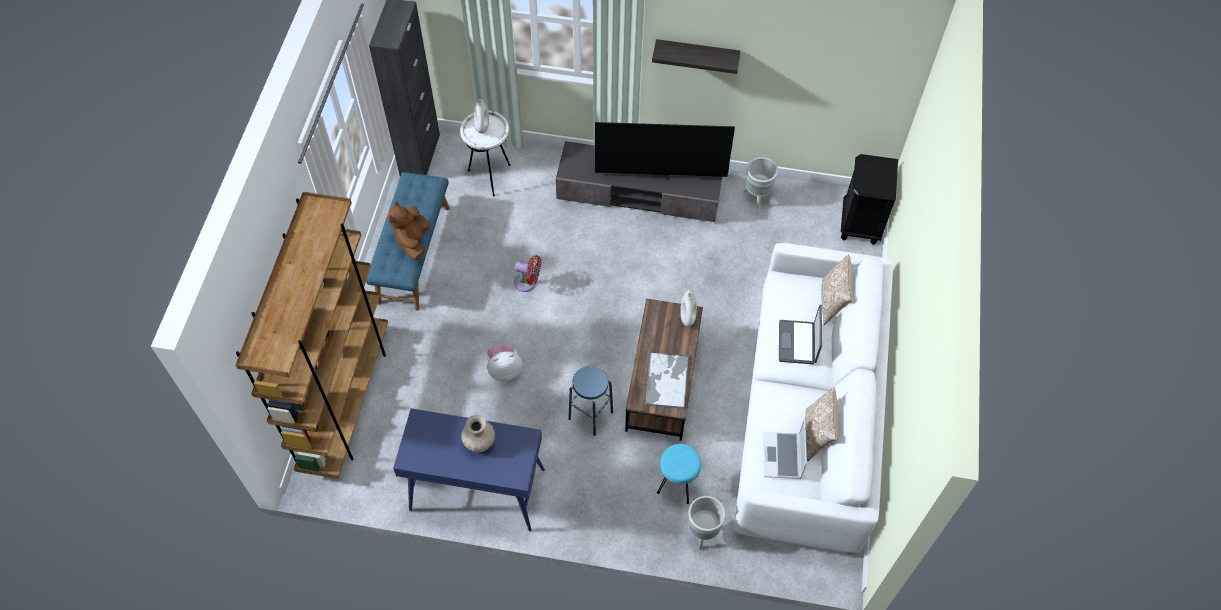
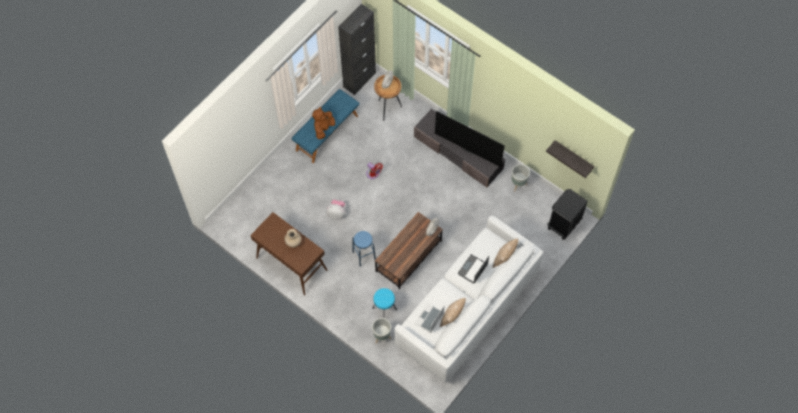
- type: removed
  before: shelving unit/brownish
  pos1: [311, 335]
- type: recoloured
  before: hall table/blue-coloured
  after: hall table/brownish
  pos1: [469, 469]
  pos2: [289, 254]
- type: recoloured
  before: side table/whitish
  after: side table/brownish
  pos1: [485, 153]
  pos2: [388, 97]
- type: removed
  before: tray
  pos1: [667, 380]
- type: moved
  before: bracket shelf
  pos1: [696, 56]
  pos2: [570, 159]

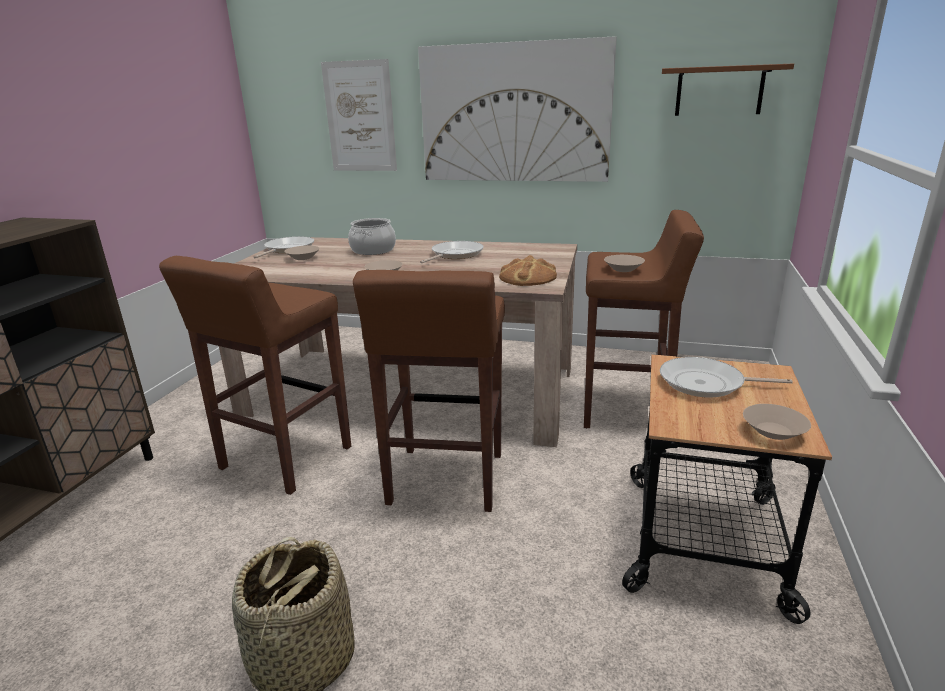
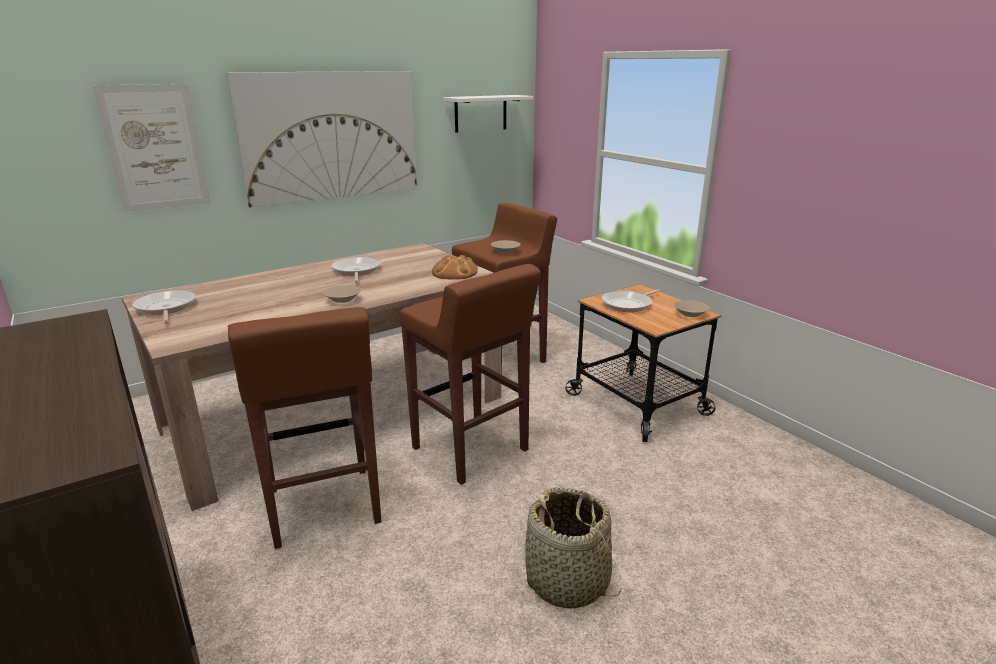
- type: removed
  before: deep dish/sand-coloured
  pos1: [302, 252]
- type: removed
  before: cooking pot
  pos1: [372, 236]
- type: recoloured
  before: bracket shelf/brownish
  after: bracket shelf/whitish
  pos1: [728, 89]
  pos2: [488, 114]

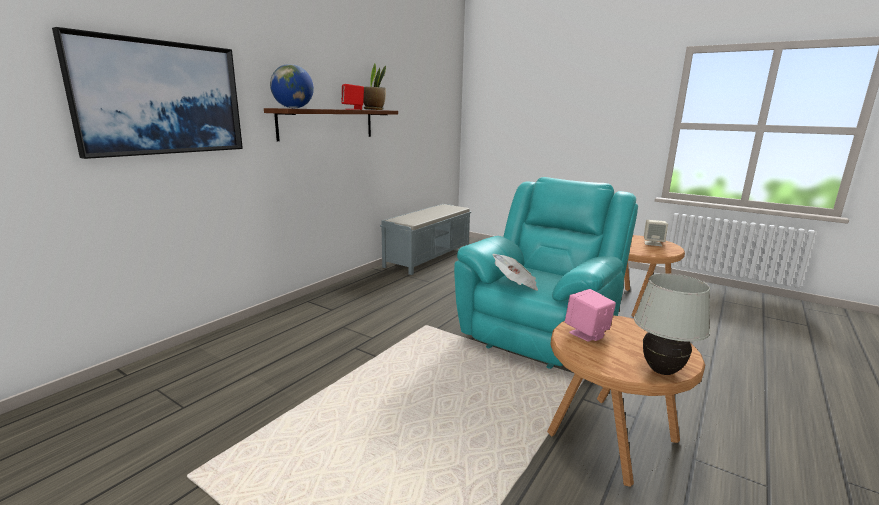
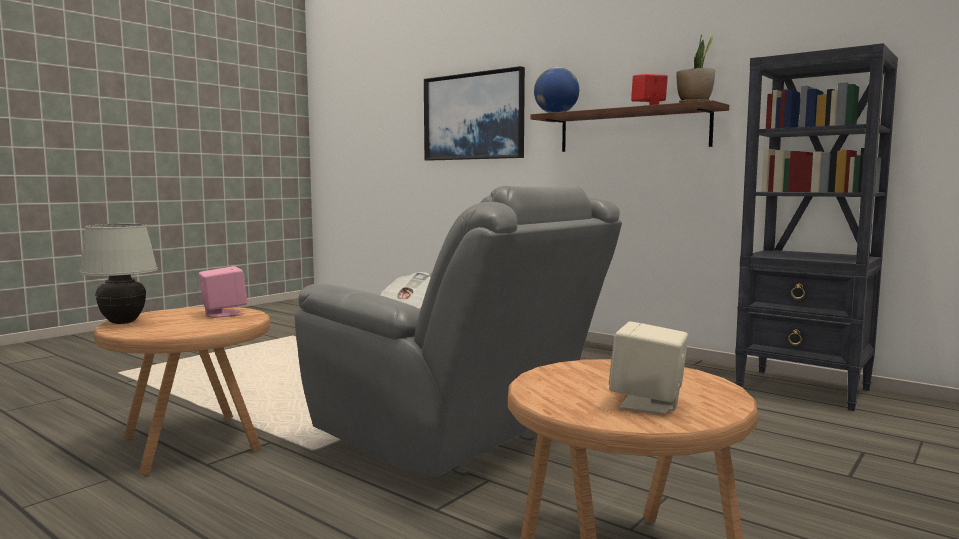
- type: replaced
  before: long seat/greyish
  after: shelving unit/blackish
  pos1: [425, 239]
  pos2: [816, 227]
- type: recoloured
  before: easy chair/blue-green
  after: easy chair/greyish
  pos1: [546, 273]
  pos2: [458, 330]

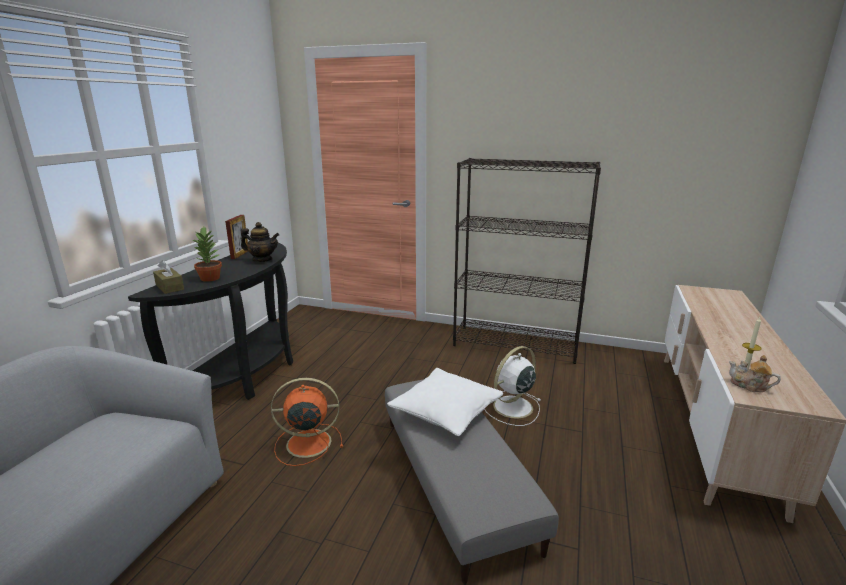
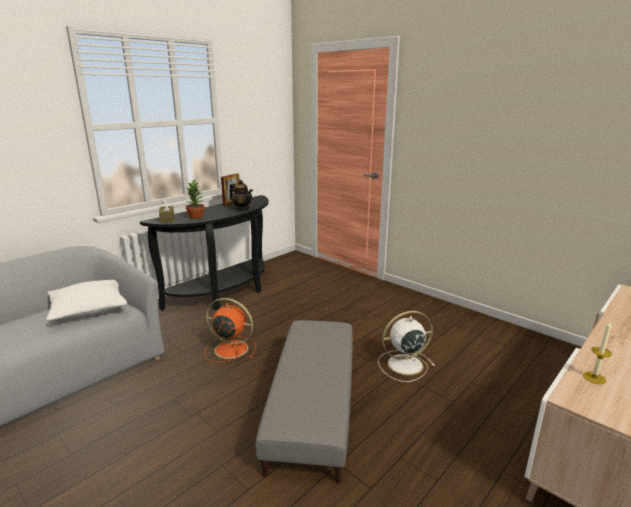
- type: moved
  before: cushion/whitish
  pos1: [445, 402]
  pos2: [86, 300]
- type: removed
  before: shelving unit/blackish
  pos1: [527, 261]
- type: removed
  before: pot for tea
  pos1: [755, 373]

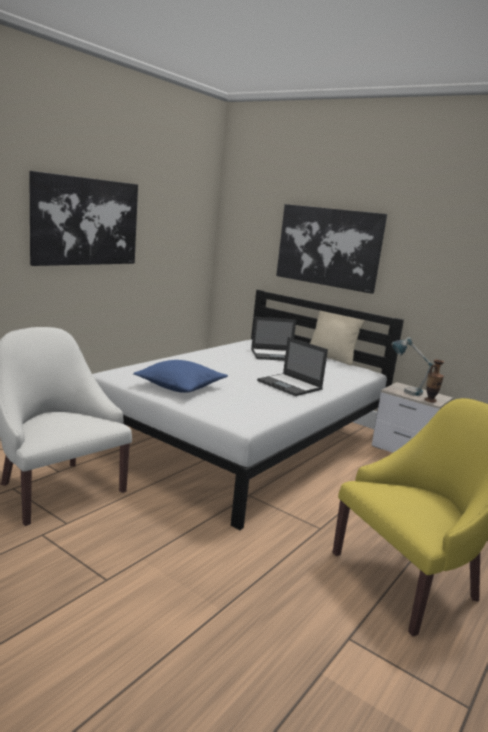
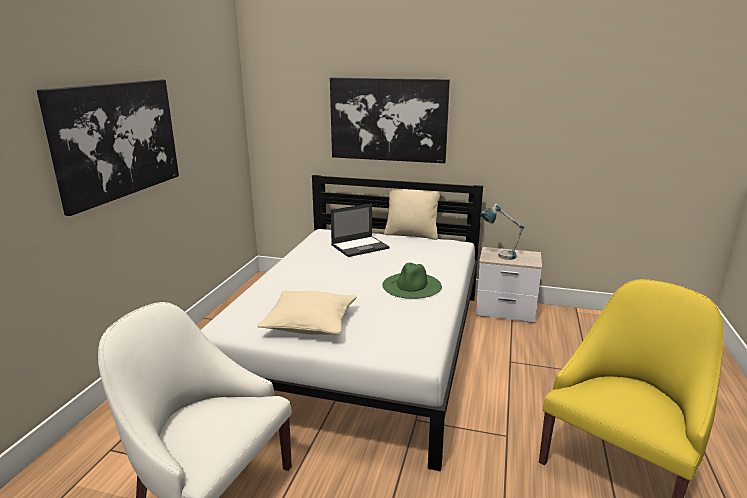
- type: recoloured
  before: cushion/blue-coloured
  after: cushion/sand-coloured
  pos1: [181, 376]
  pos2: [307, 312]
- type: replaced
  before: notebook computer
  after: clothing hat/green
  pos1: [292, 366]
  pos2: [412, 280]
- type: removed
  before: vase
  pos1: [434, 381]

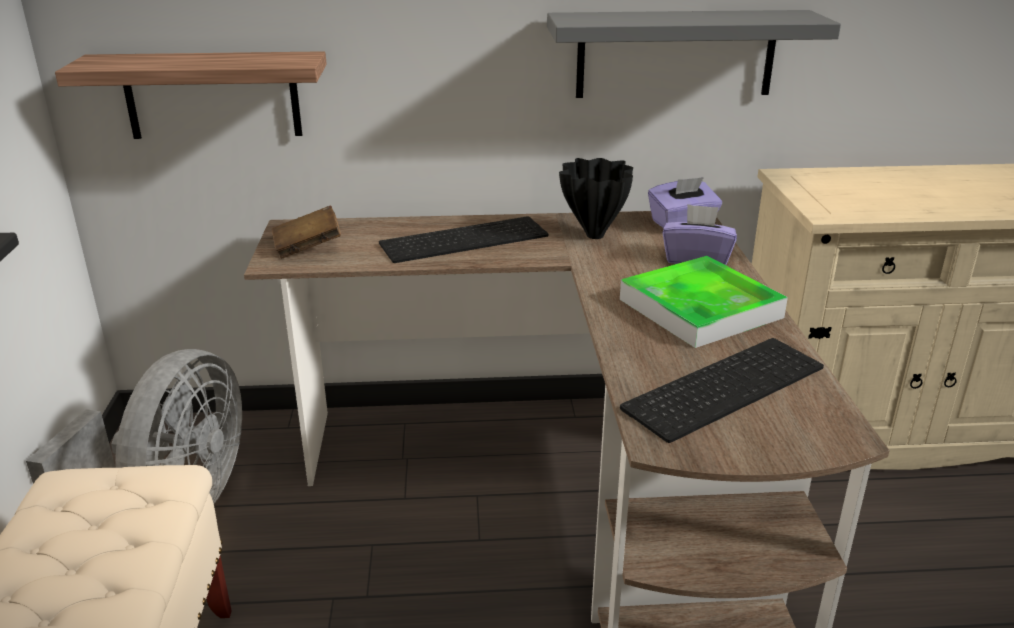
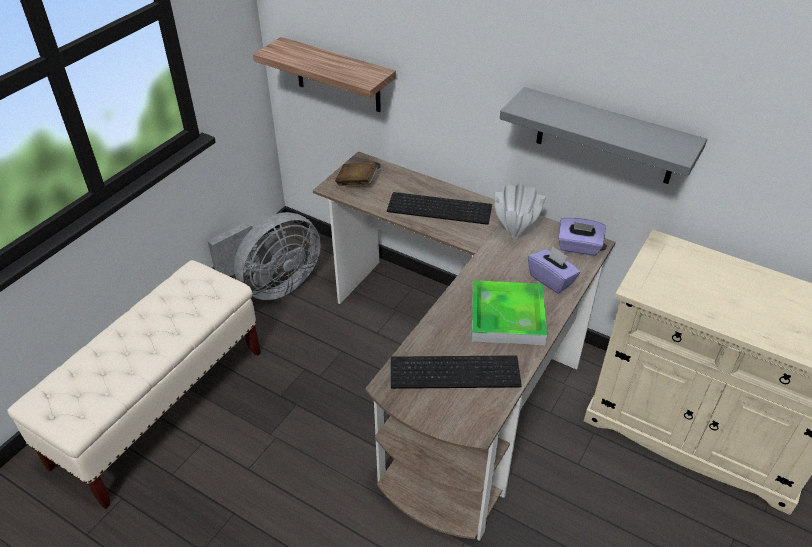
- type: recoloured
  before: vase/blackish
  after: vase/whitish
  pos1: [596, 198]
  pos2: [520, 211]

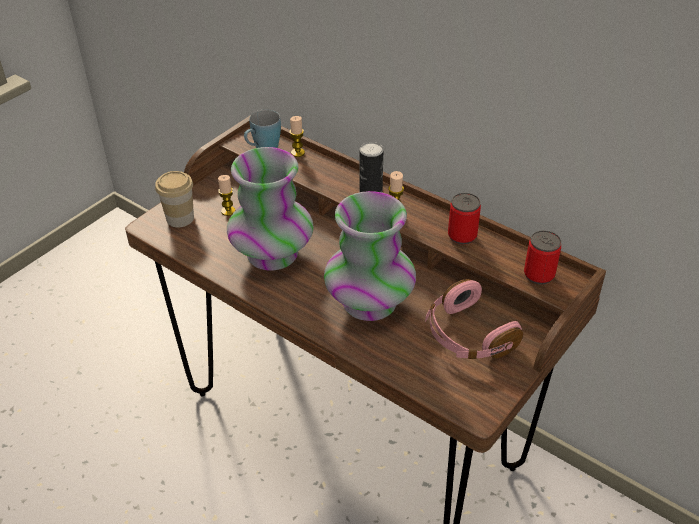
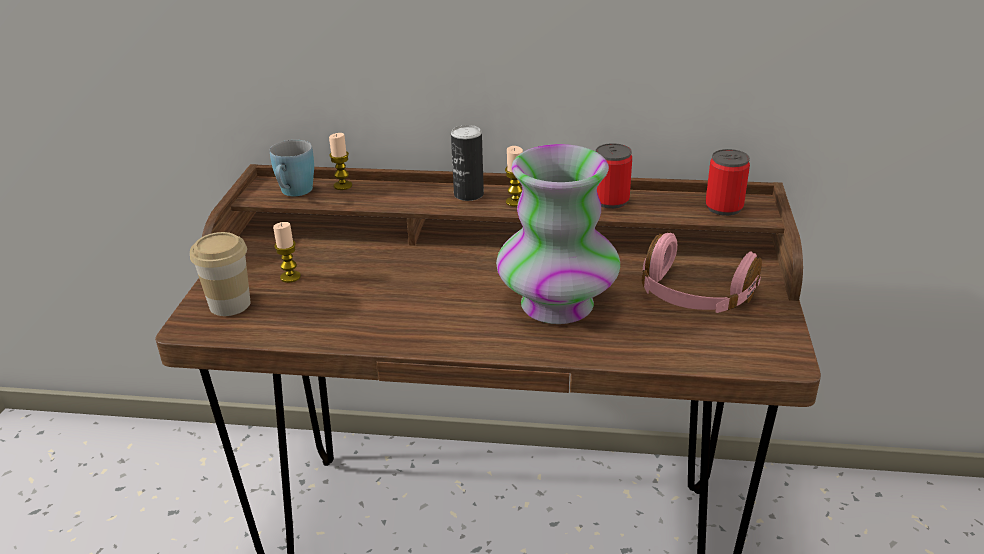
- type: removed
  before: vase
  pos1: [270, 209]

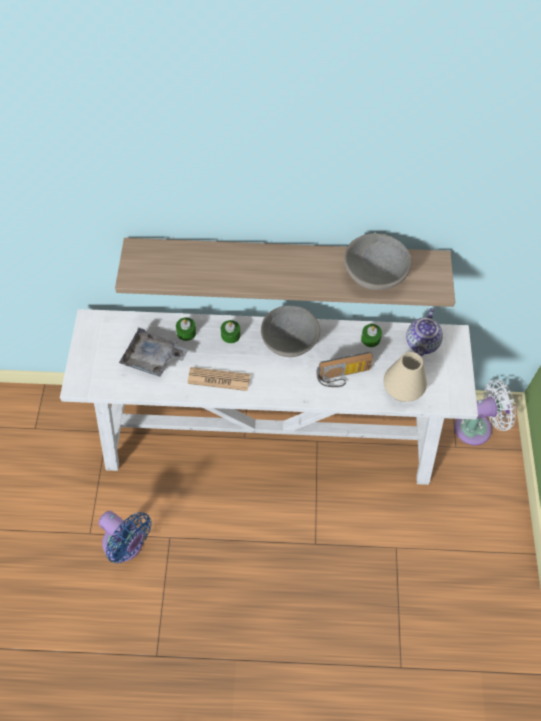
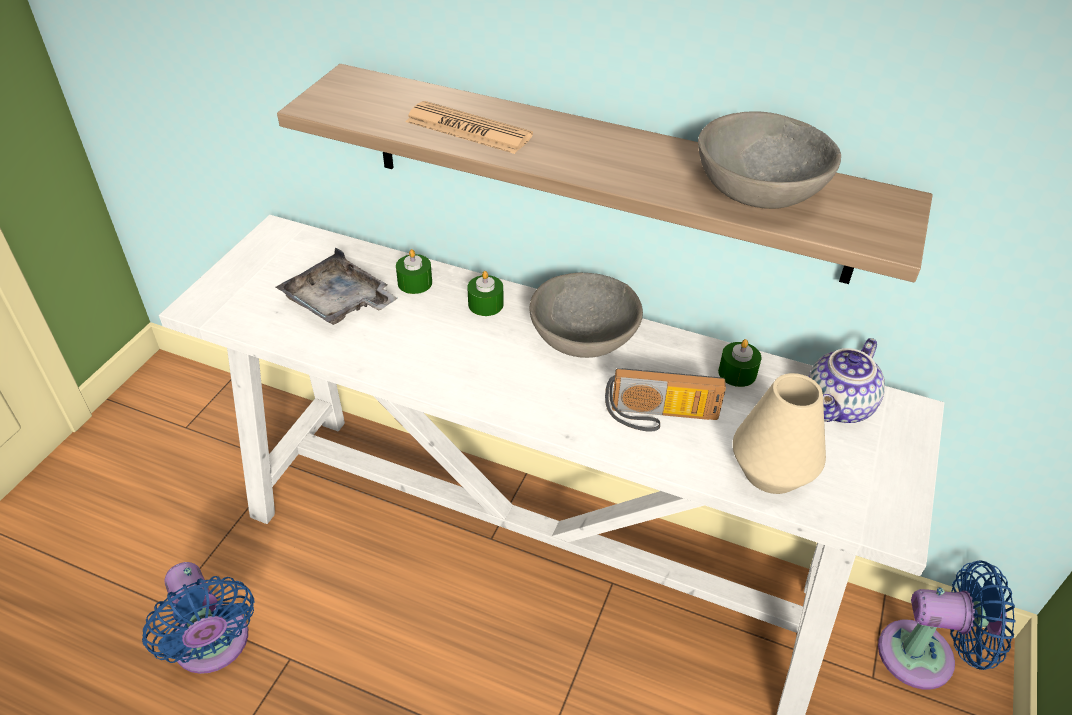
- type: moved
  before: daily paper
  pos1: [219, 379]
  pos2: [469, 127]
- type: recoloured
  before: fan/whitish
  after: fan/blue-coloured
  pos1: [485, 412]
  pos2: [947, 625]

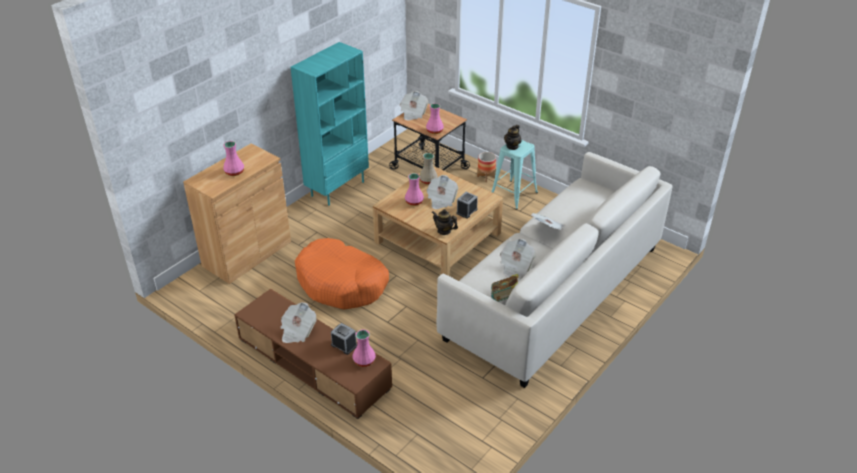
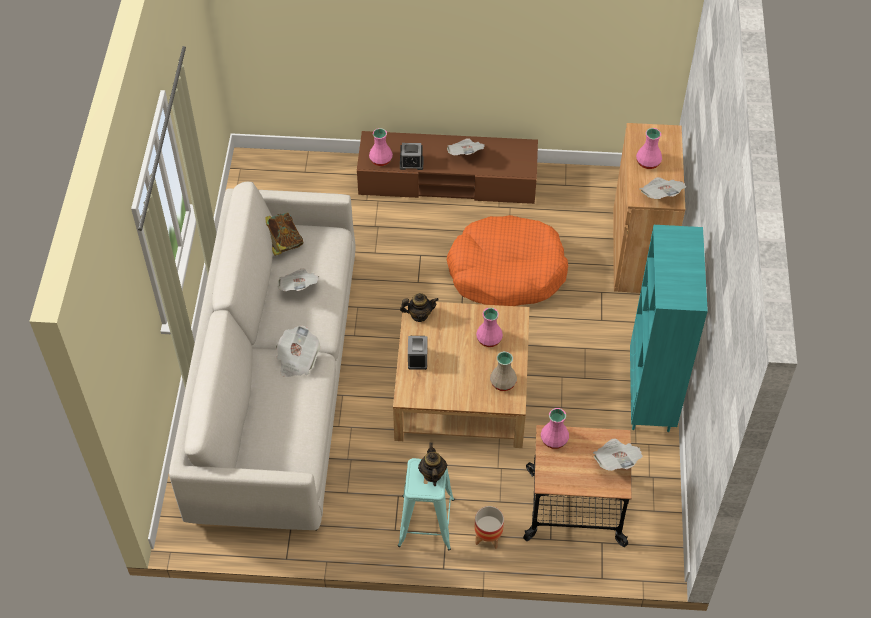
- type: moved
  before: daily paper
  pos1: [442, 192]
  pos2: [663, 188]

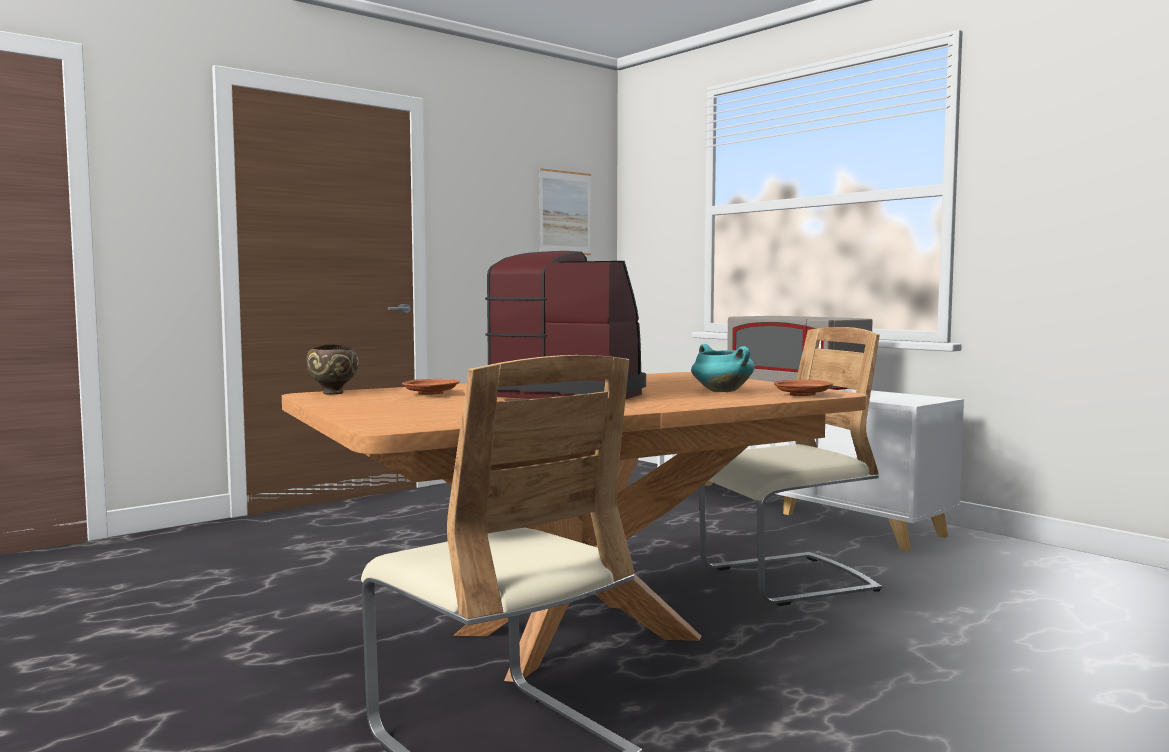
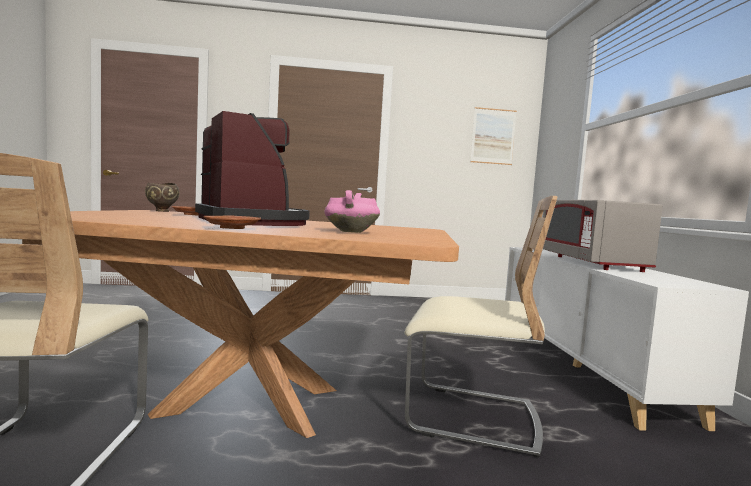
- type: recoloured
  before: cooking pot/blue-green
  after: cooking pot/pinkish
  pos1: [723, 368]
  pos2: [352, 211]
- type: moved
  before: plate/brownish
  pos1: [803, 388]
  pos2: [232, 222]

